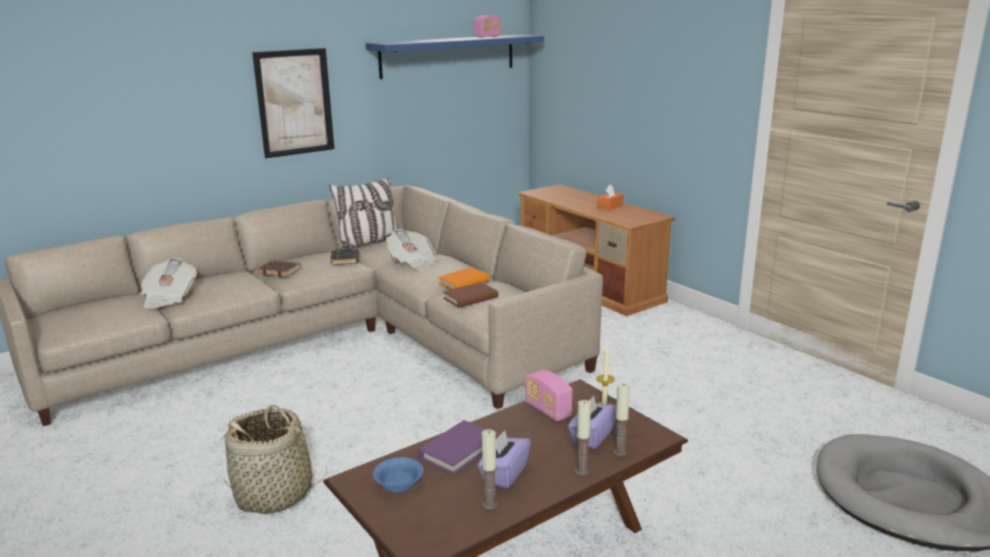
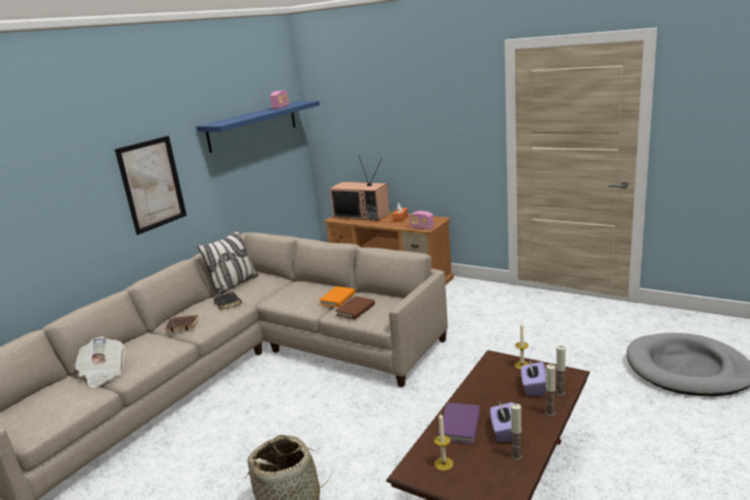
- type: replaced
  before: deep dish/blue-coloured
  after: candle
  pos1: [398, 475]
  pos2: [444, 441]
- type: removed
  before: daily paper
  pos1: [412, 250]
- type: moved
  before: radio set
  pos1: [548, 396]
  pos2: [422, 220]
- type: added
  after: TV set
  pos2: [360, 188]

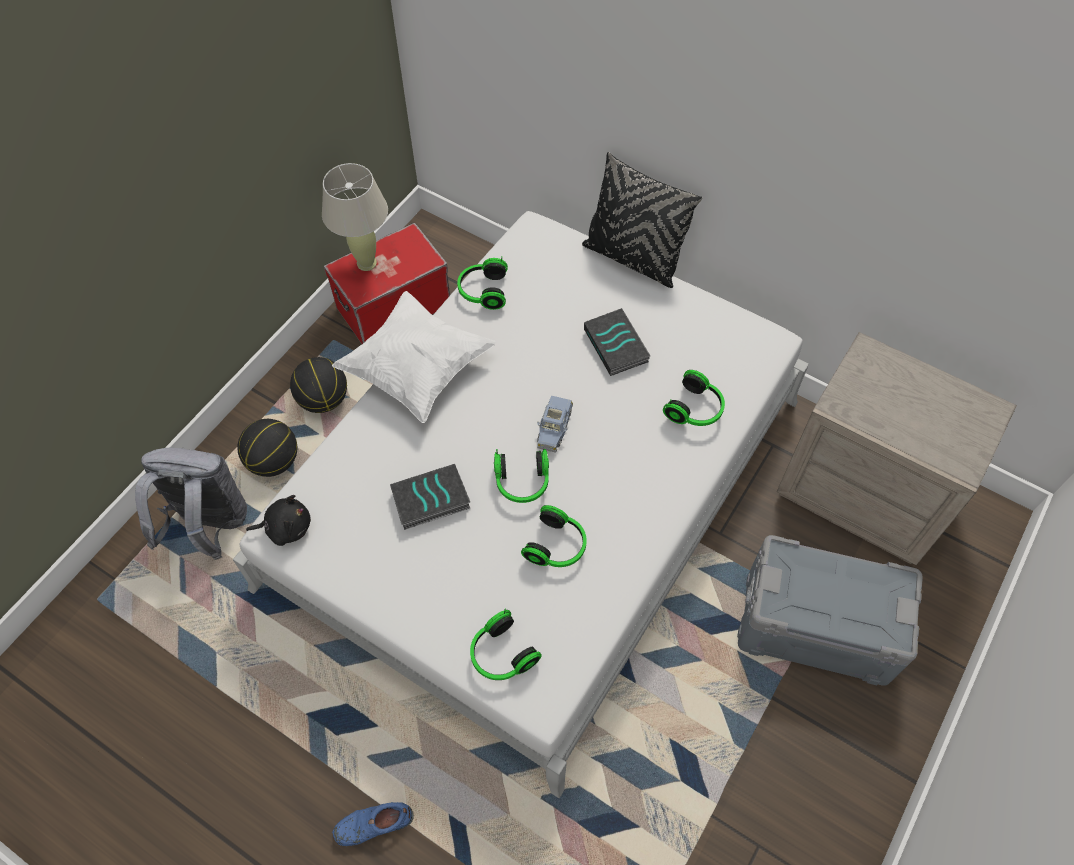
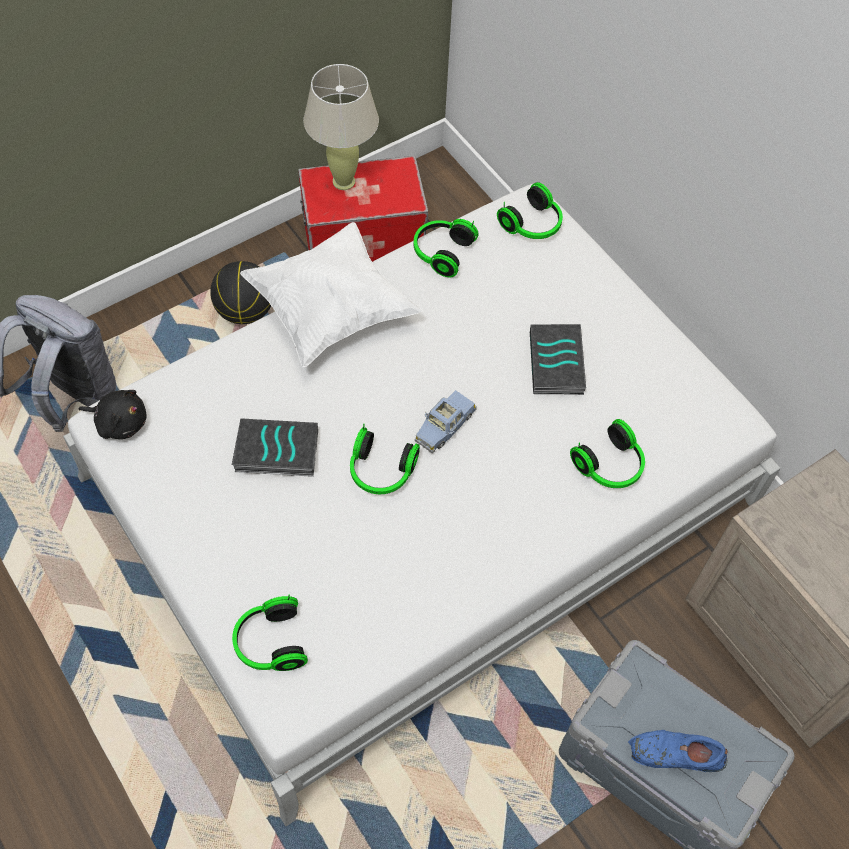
- type: removed
  before: basketball
  pos1: [267, 448]
- type: moved
  before: low shoe/blue-coloured
  pos1: [373, 824]
  pos2: [677, 751]
- type: moved
  before: headset
  pos1: [554, 536]
  pos2: [530, 210]
- type: removed
  before: cushion/blackish
  pos1: [642, 220]

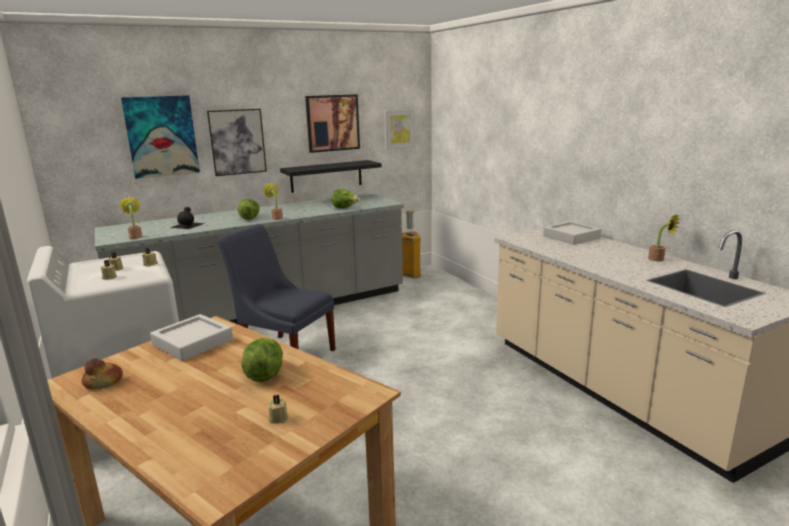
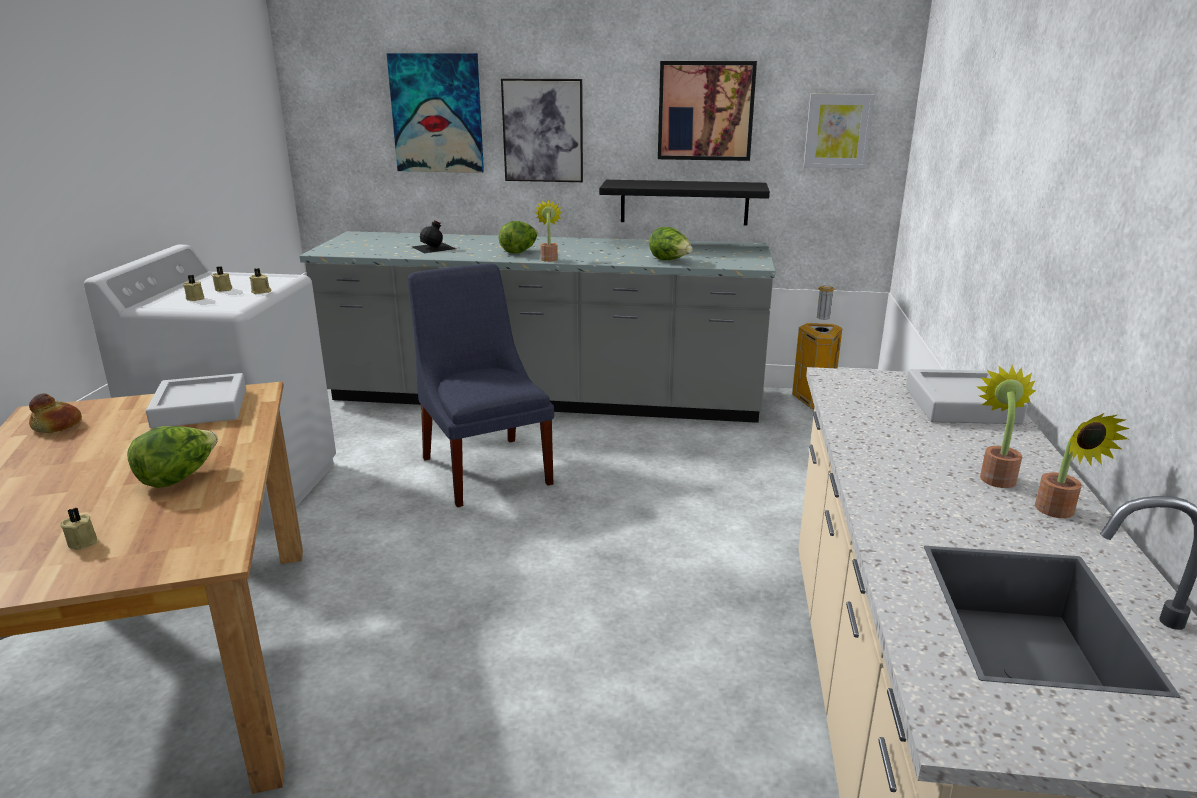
- type: moved
  before: houseplant
  pos1: [130, 217]
  pos2: [1006, 426]

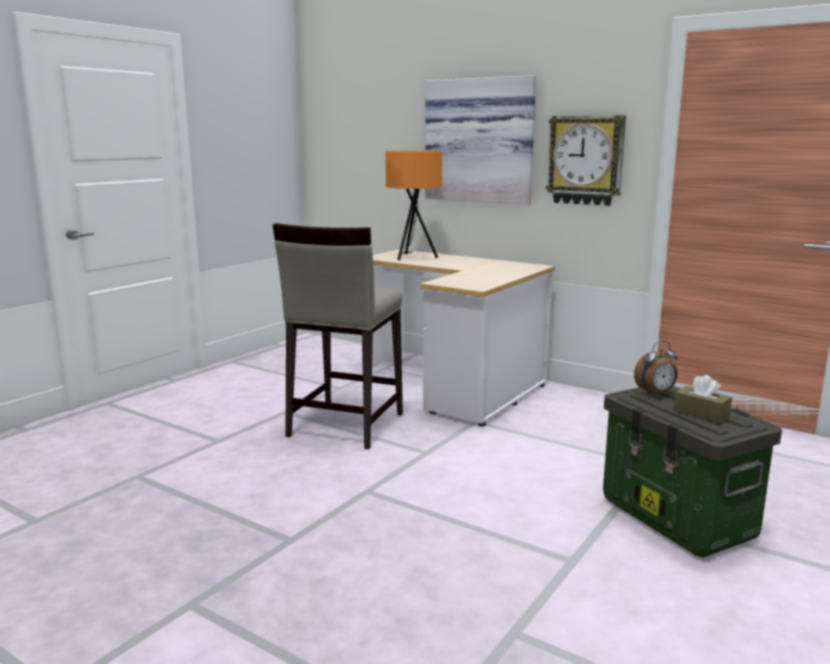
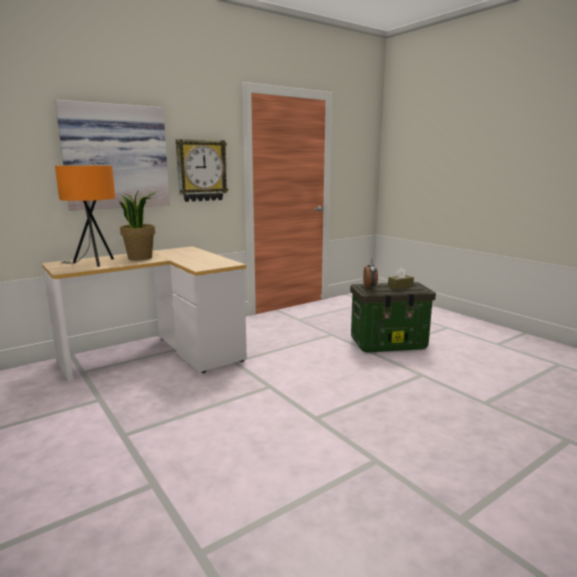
- type: removed
  before: stool seat/sand-coloured
  pos1: [337, 336]
- type: added
  after: houseplant
  pos2: [137, 226]

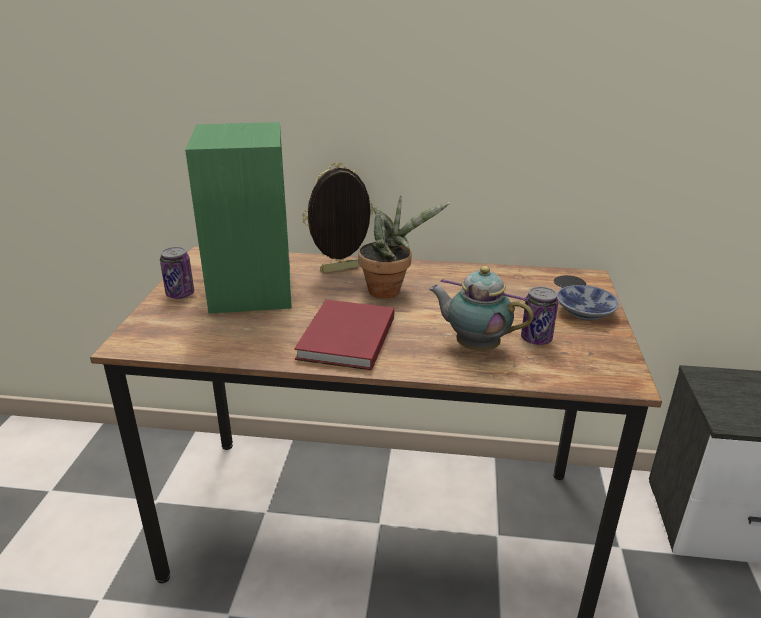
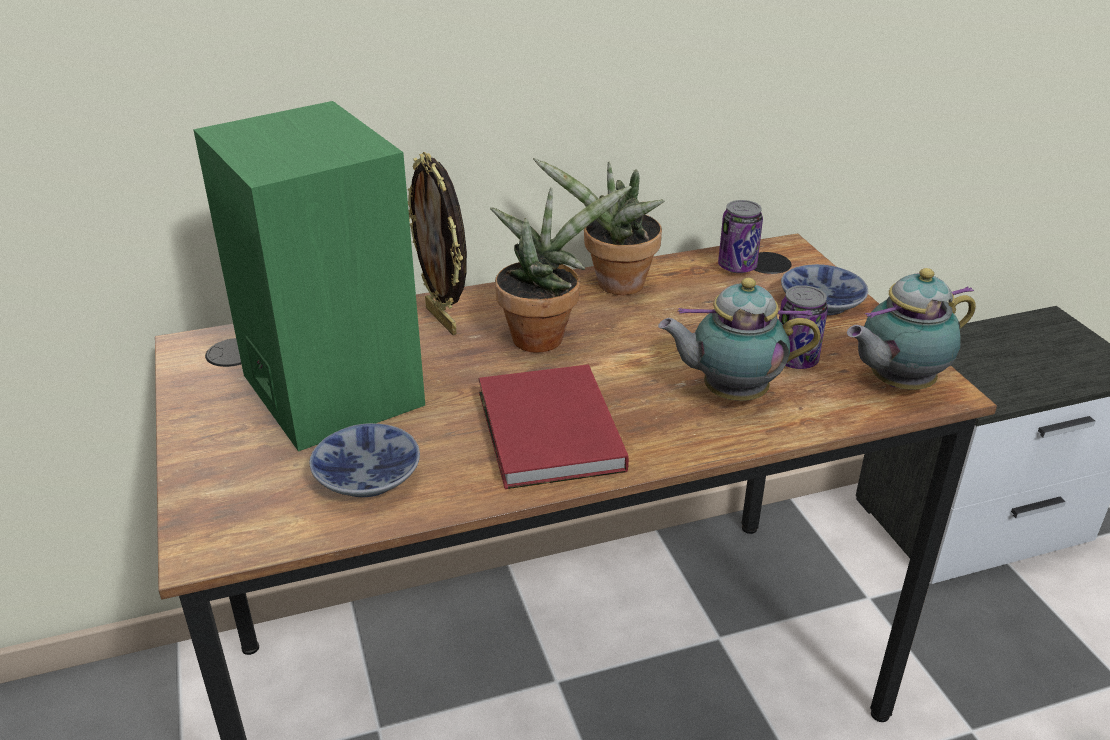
- type: moved
  before: sealed can
  pos1: [177, 273]
  pos2: [740, 236]
- type: turned
  before: standing frame
  pos1: [338, 218]
  pos2: [437, 243]
  turn: -75
- type: added
  after: deep dish
  pos2: [364, 460]
- type: added
  after: houseplant
  pos2: [599, 226]
- type: added
  after: pot for tea
  pos2: [911, 329]

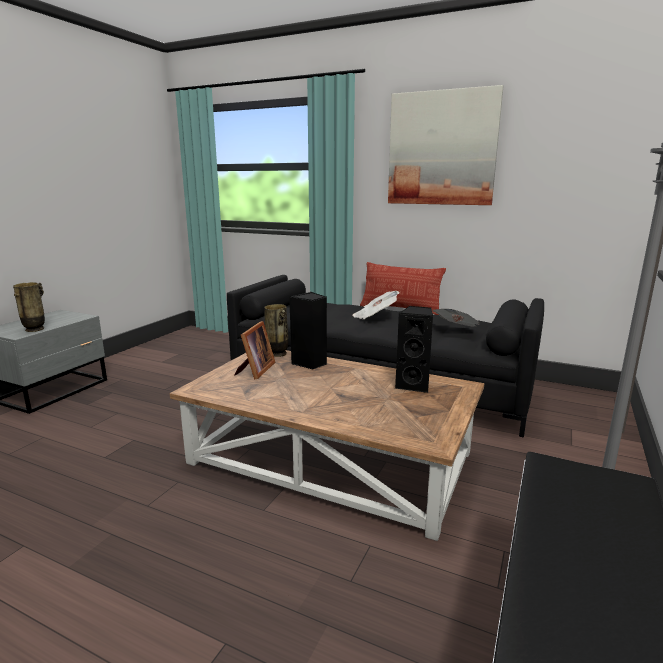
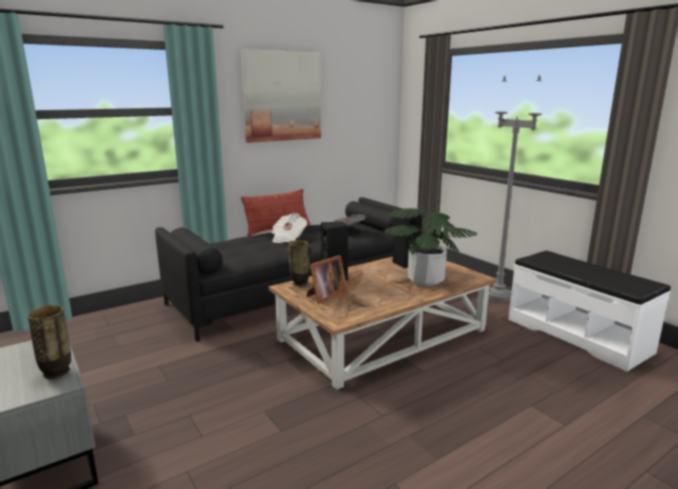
- type: turned
  before: standing frame
  pos1: [254, 350]
  pos2: [327, 279]
  turn: 90
- type: added
  after: houseplant
  pos2: [430, 247]

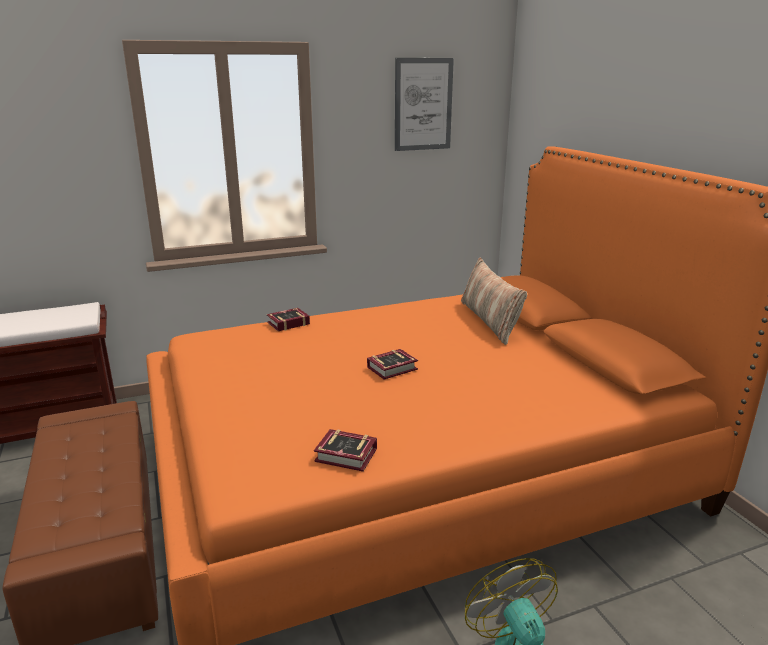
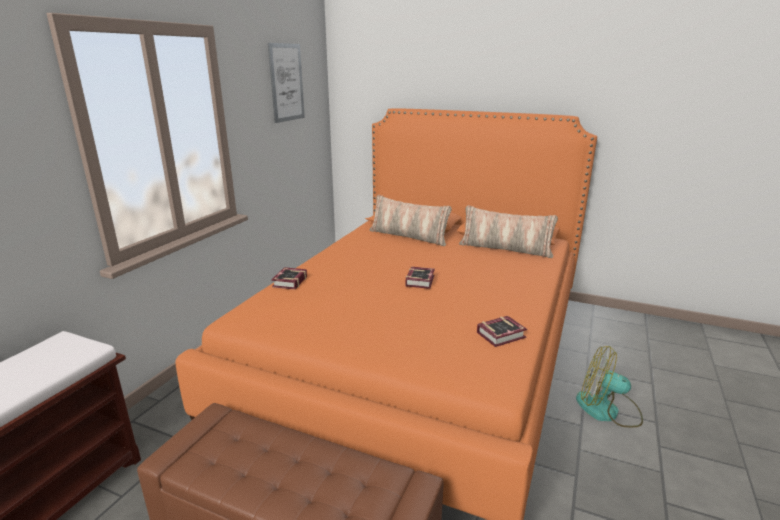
- type: added
  after: cushion
  pos2: [508, 231]

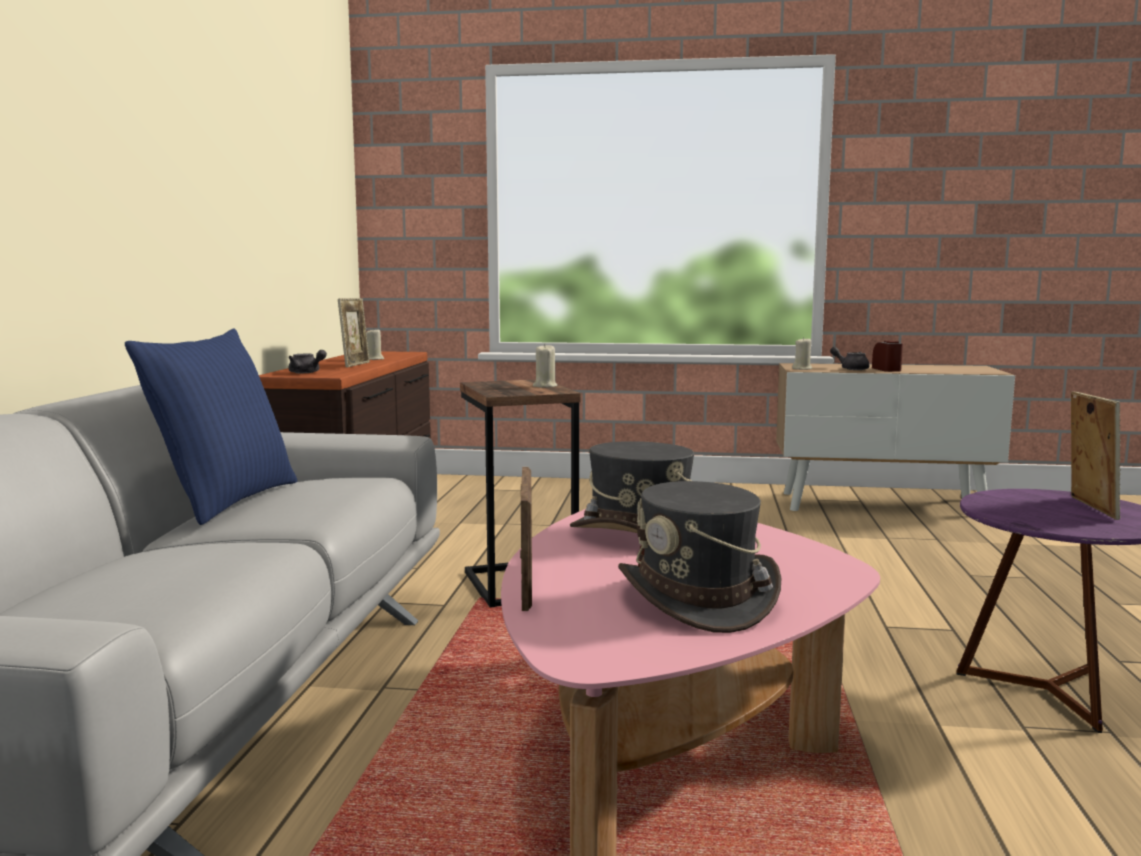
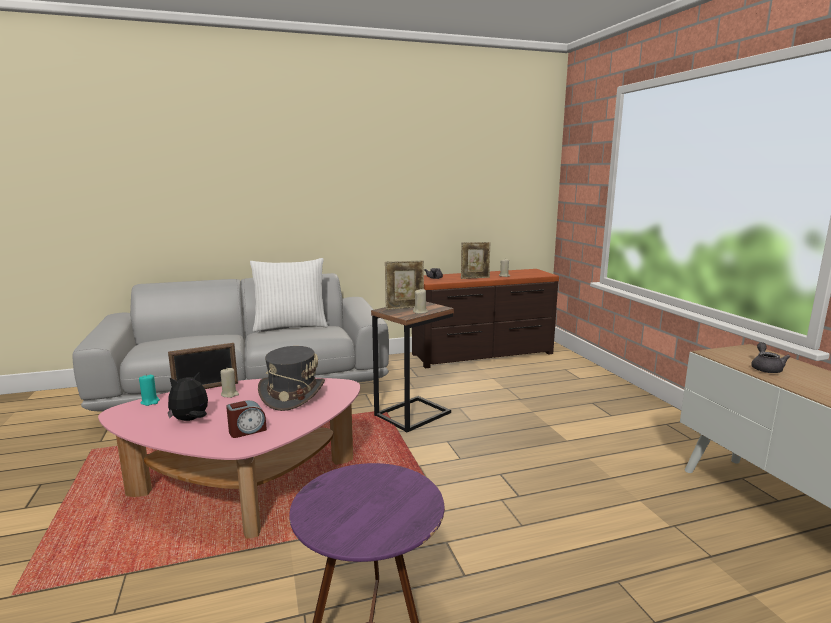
- type: recoloured
  before: cushion/blue-coloured
  after: cushion/whitish
  pos1: [211, 426]
  pos2: [289, 295]
- type: replaced
  before: clothing hat/greyish
  after: cuddly toy
  pos1: [699, 557]
  pos2: [188, 396]
- type: moved
  before: candle/sand-coloured
  pos1: [802, 353]
  pos2: [229, 382]
- type: moved
  before: bedside clock
  pos1: [887, 356]
  pos2: [246, 419]
- type: moved
  before: standing frame
  pos1: [1096, 455]
  pos2: [404, 285]
- type: added
  after: candle/blue-green
  pos2: [149, 390]

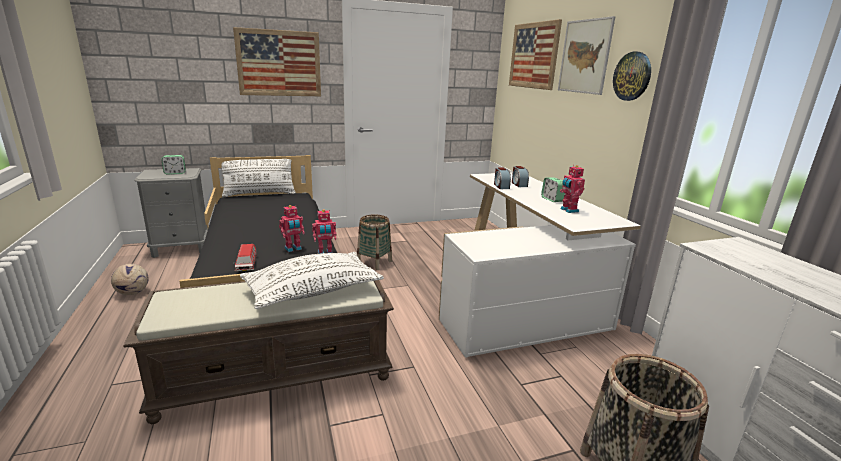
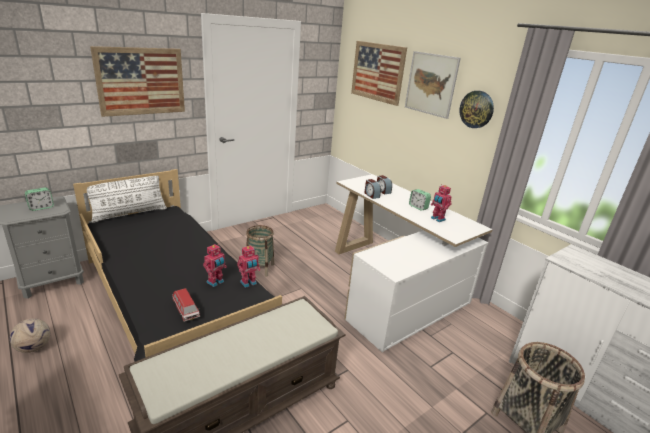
- type: removed
  before: cushion/whitish
  pos1: [312, 280]

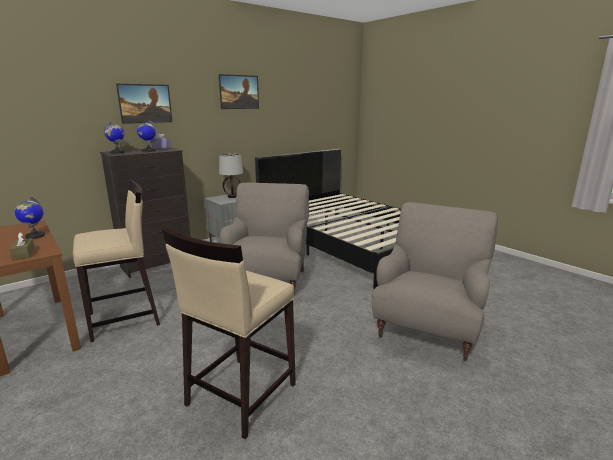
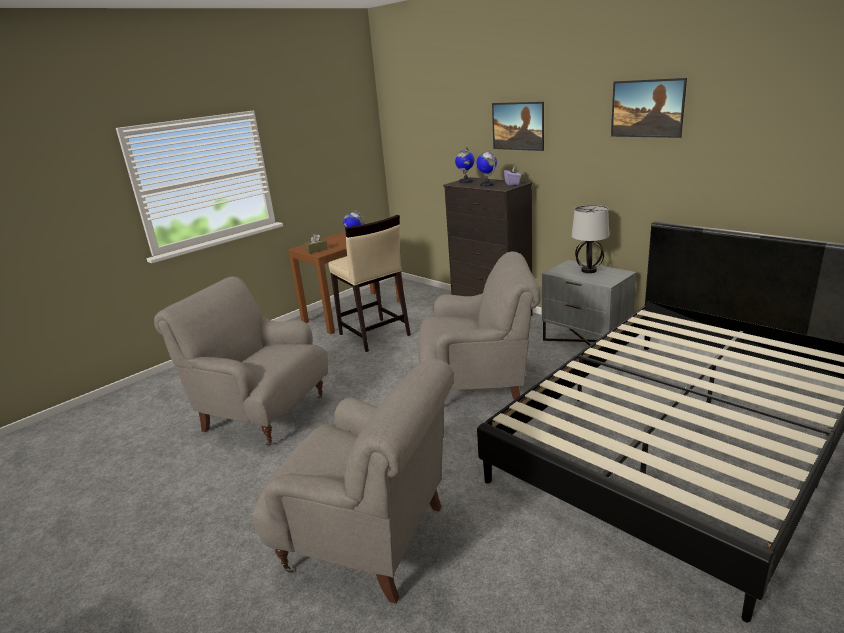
- type: replaced
  before: stool seat/sand-coloured
  after: easy chair/greyish
  pos1: [229, 333]
  pos2: [241, 361]

